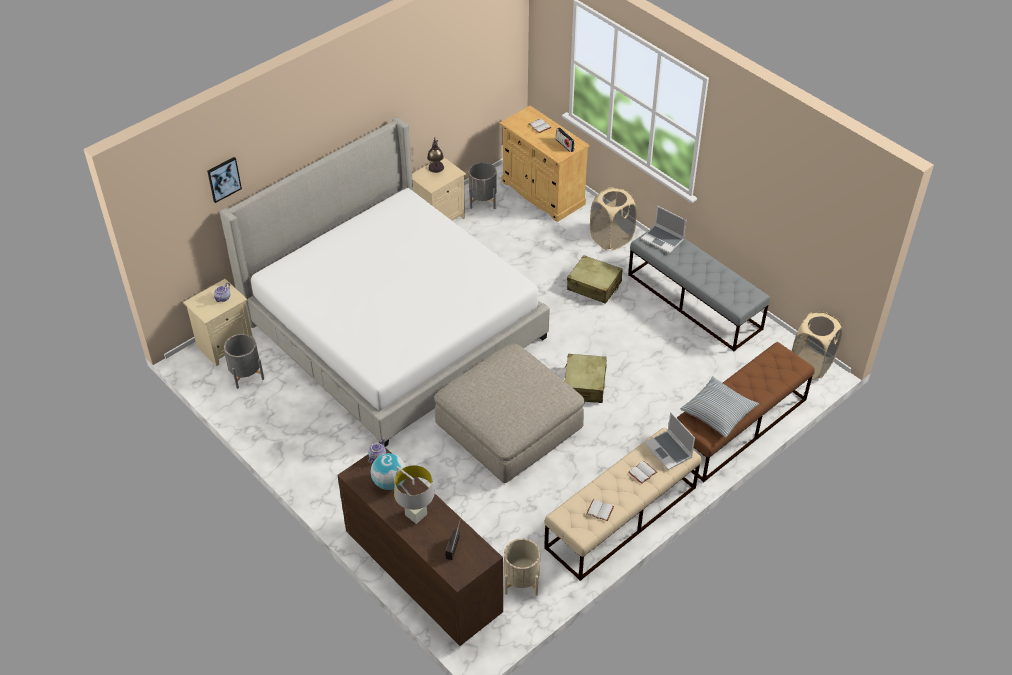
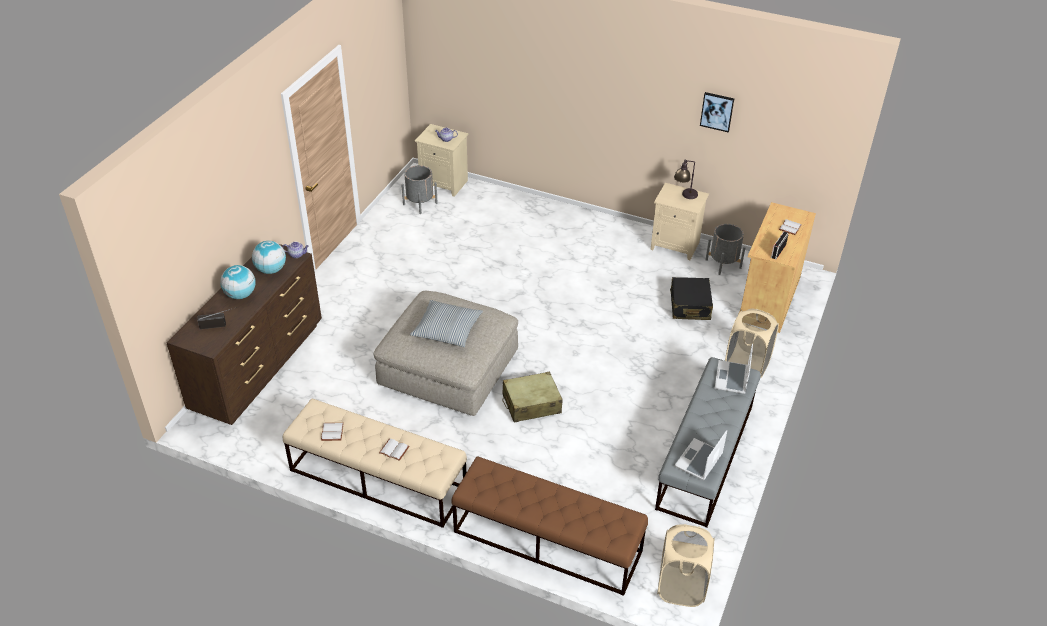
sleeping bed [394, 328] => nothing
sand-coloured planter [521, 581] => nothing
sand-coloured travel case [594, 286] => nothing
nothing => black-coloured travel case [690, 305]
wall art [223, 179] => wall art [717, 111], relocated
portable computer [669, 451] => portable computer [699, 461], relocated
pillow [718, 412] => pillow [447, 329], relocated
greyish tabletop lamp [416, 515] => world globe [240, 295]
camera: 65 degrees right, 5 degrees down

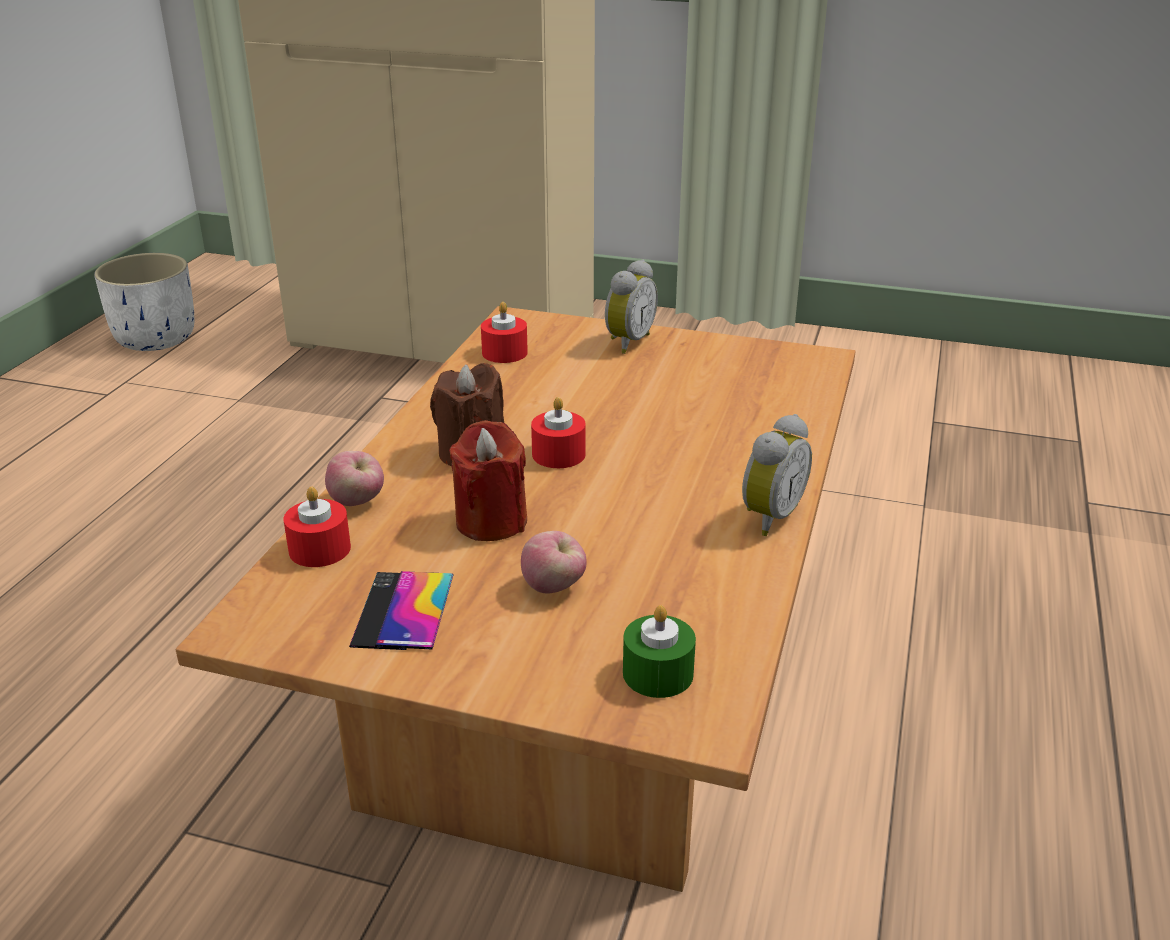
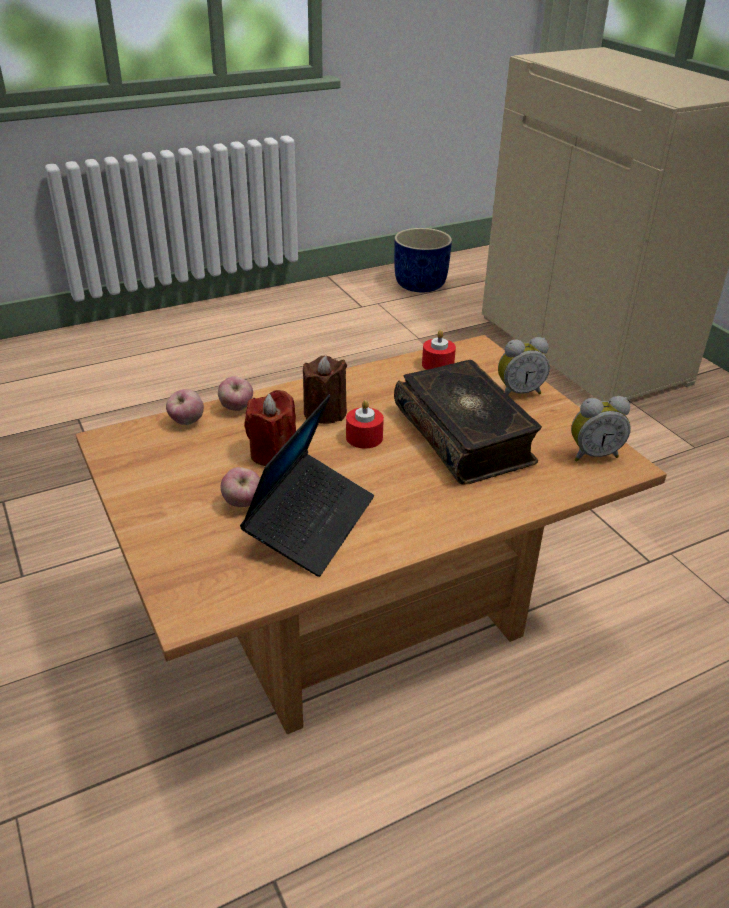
telephone [403, 610] => nothing
greenish wax candle [658, 673] => nothing
nothing => portable computer [311, 523]
nothing => book [465, 436]
bedside clock [768, 517] => bedside clock [593, 454], relocated
red wax candle [319, 549] => apple [187, 422]
whitish planter [156, 340] => blue planter [420, 285]
camera: 45 degrees right, 5 degrees up

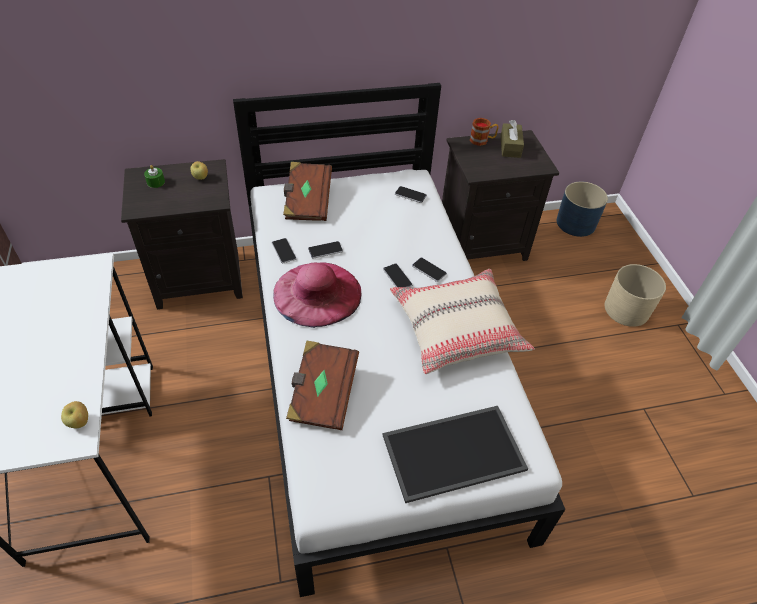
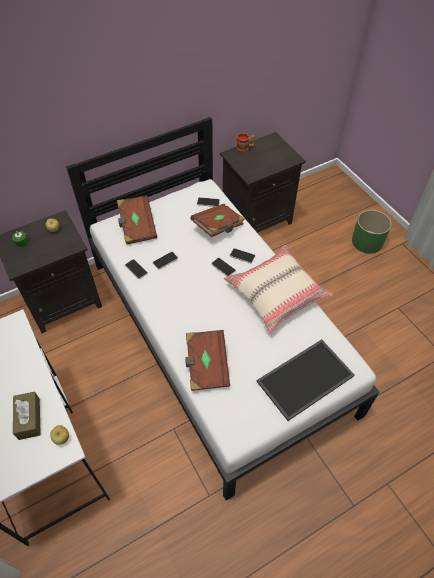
pinkish clothing hat [317, 293] => nothing
blue planter [576, 223] => nothing
nothing => brownish book [218, 227]
brownish tissue box [510, 147] => brownish tissue box [29, 419], relocated
sand-coloured planter [626, 309] => greenish planter [366, 242]
camera: 15 degrees left, 5 degrees up

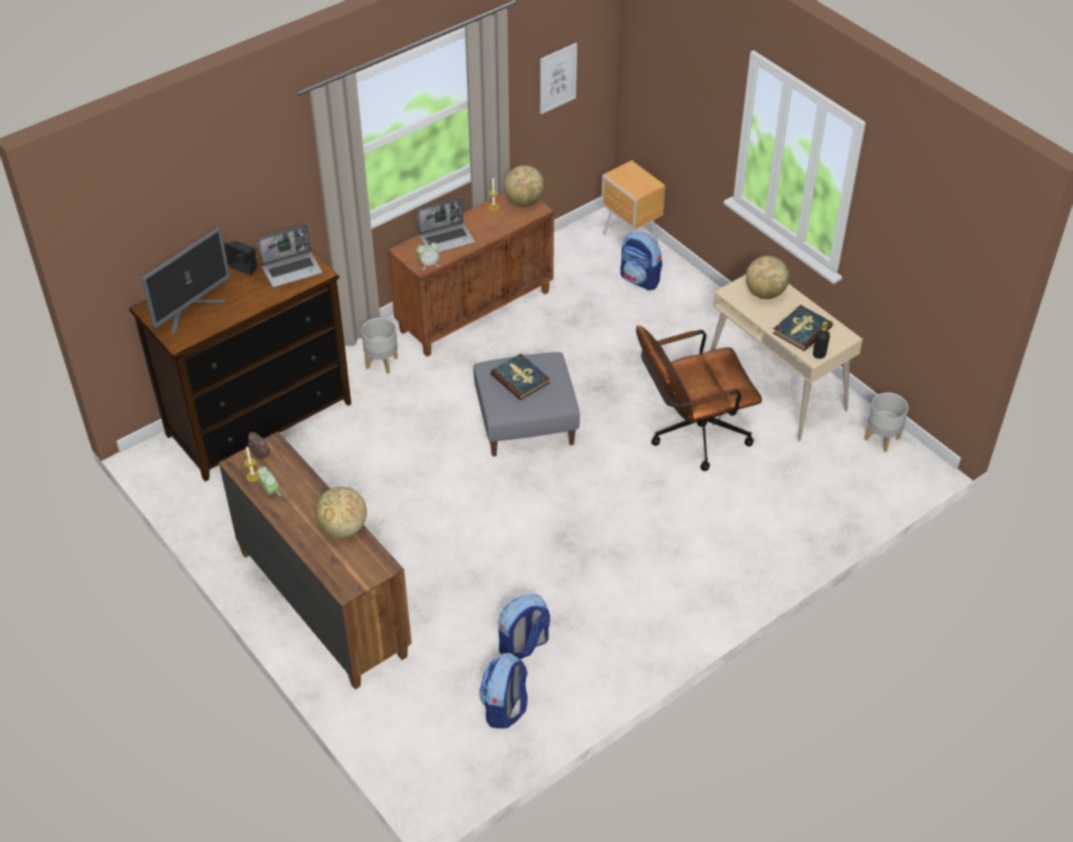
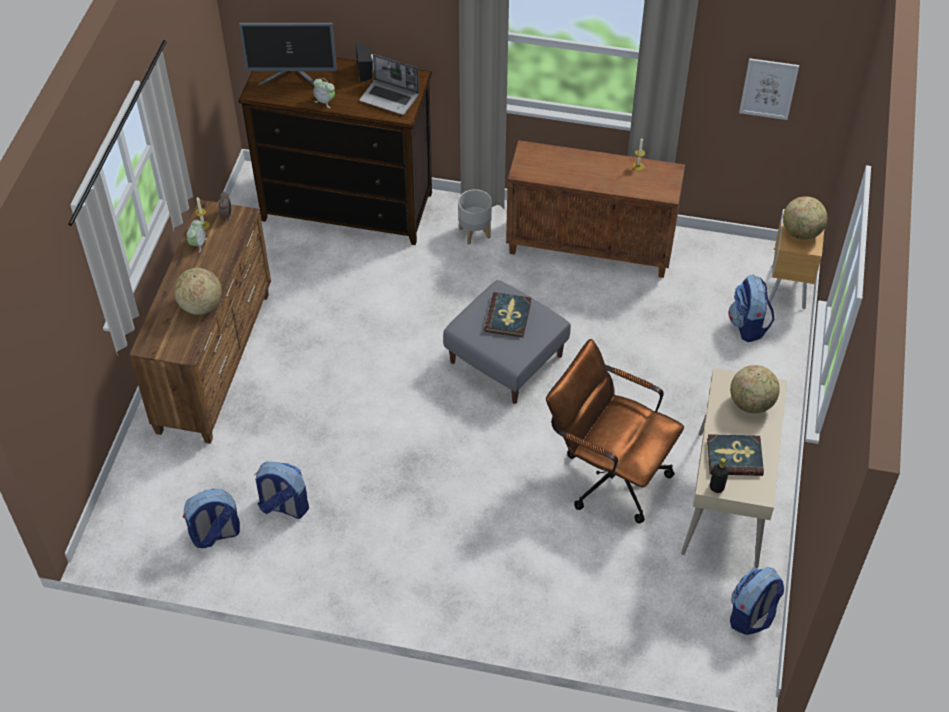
portable computer [447, 239] => nothing
bedside clock [429, 264] => bedside clock [325, 101], relocated
world globe [524, 202] => world globe [801, 233], relocated
greyish planter [882, 439] => backpack [751, 616]
camera: 50 degrees right, 5 degrees up

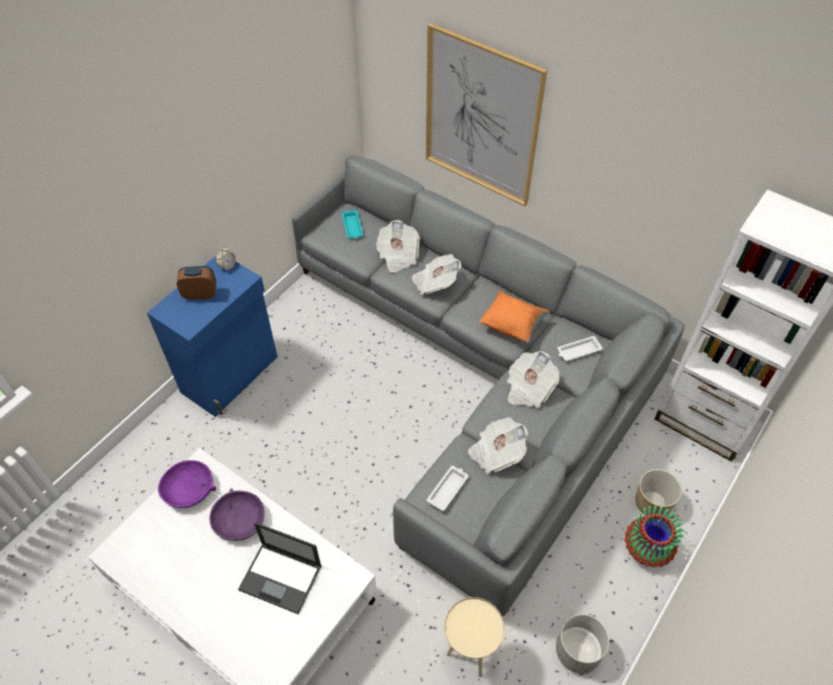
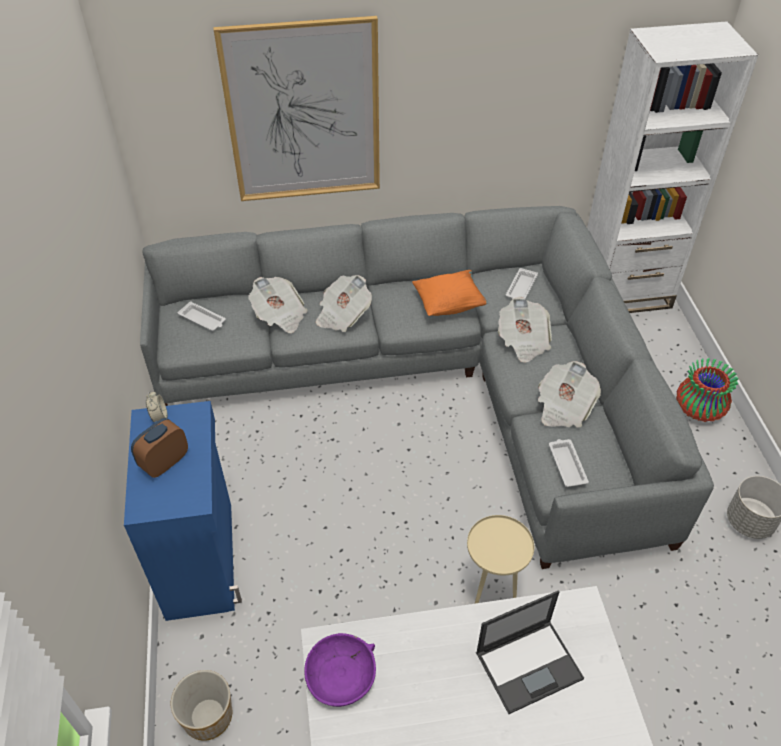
purplish serving bowl [239, 520] => nothing
sand-coloured end table [469, 655] => sand-coloured end table [491, 594], relocated
planter [653, 502] => planter [208, 715], relocated
blue-green carrying tray [352, 227] => whitish carrying tray [203, 319]
camera: 45 degrees left, 5 degrees down

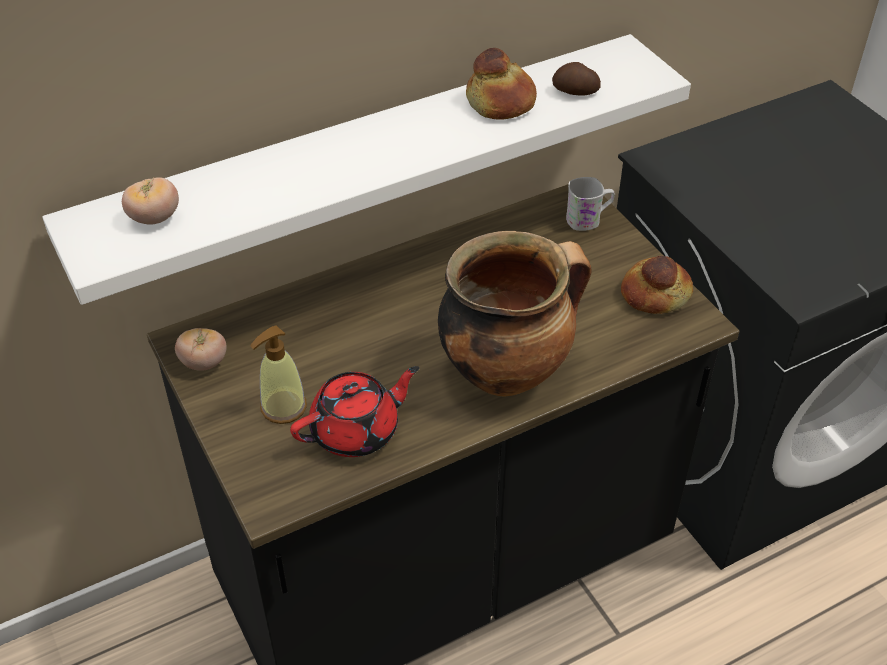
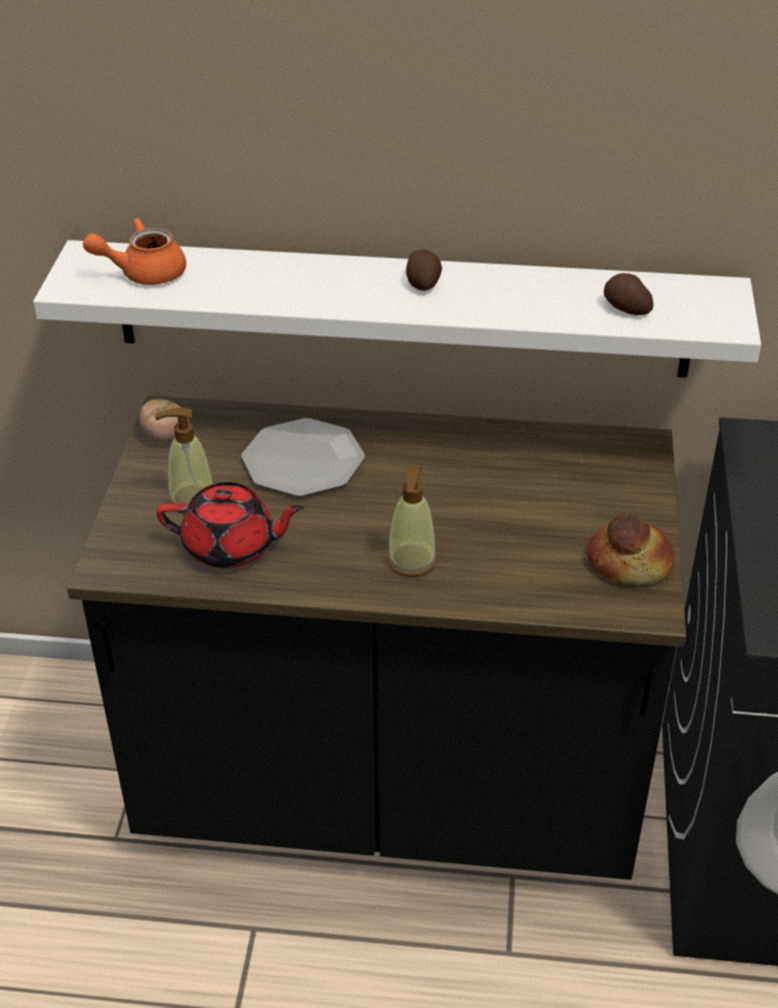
bread [501, 102] => nothing
whitish coffee mug [588, 219] => nothing
nothing => flat dish [303, 460]
nothing => spud [423, 282]
whole tomato [154, 218] => orange-coloured tea pot [143, 272]
cooking pot [506, 370] => soap dispenser [411, 561]
camera: 35 degrees right, 5 degrees down

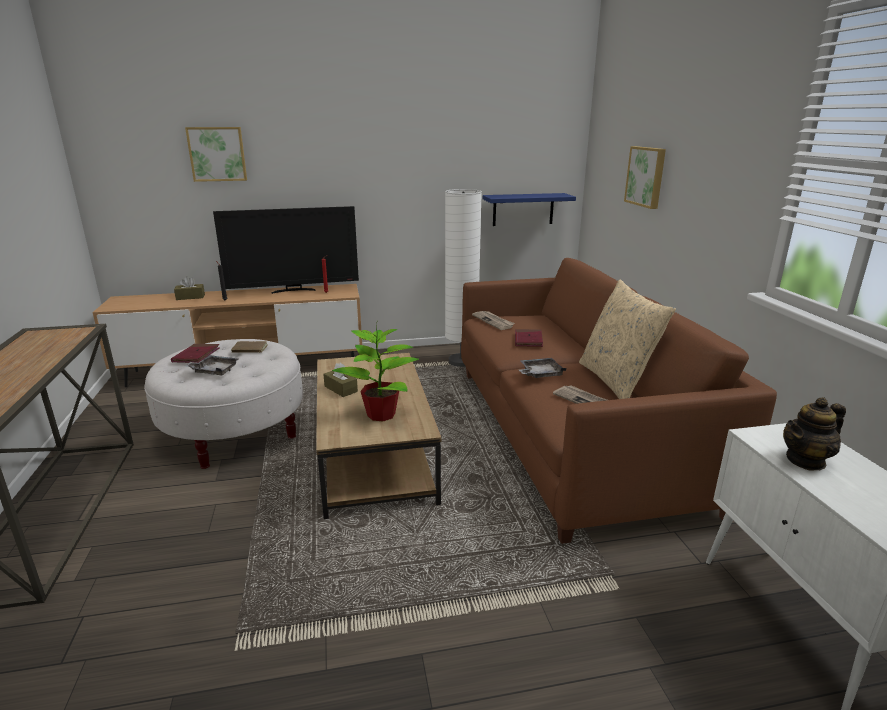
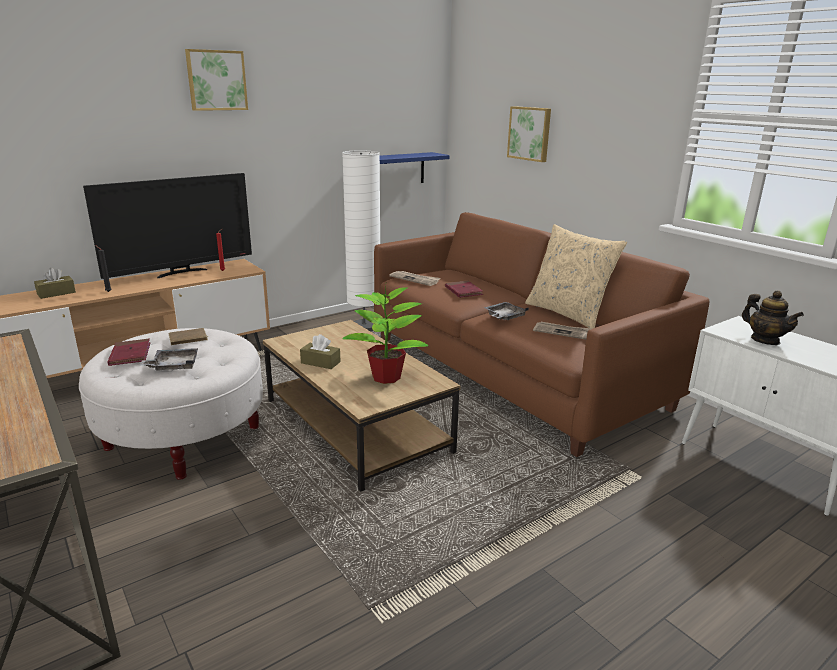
wall art [217, 154] => wall art [216, 80], relocated
tea pot [806, 460] => tea pot [765, 340], 75 degrees counterclockwise
camera: 25 degrees left, 0 degrees up

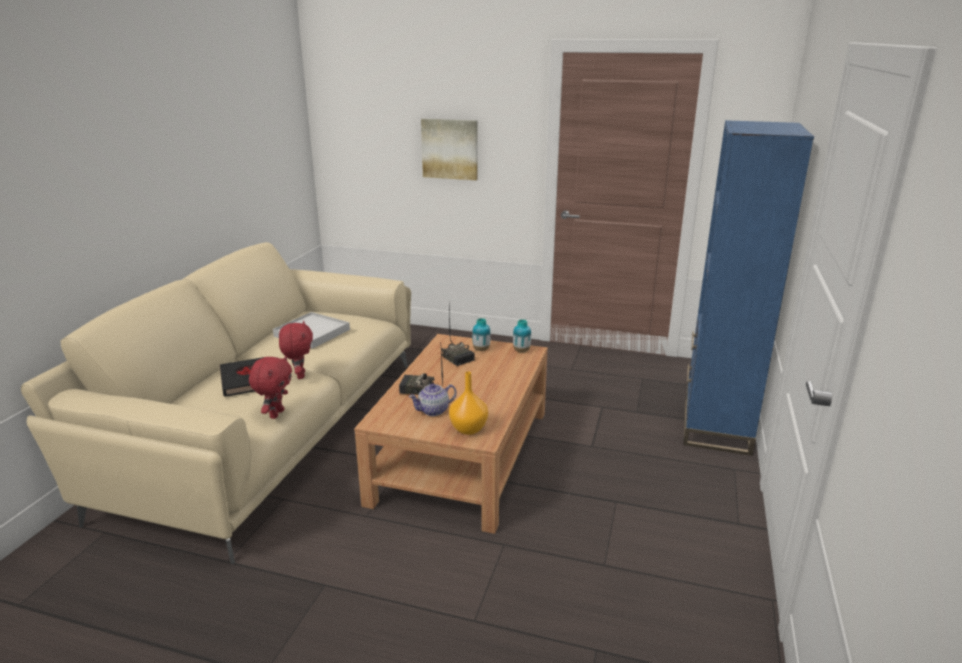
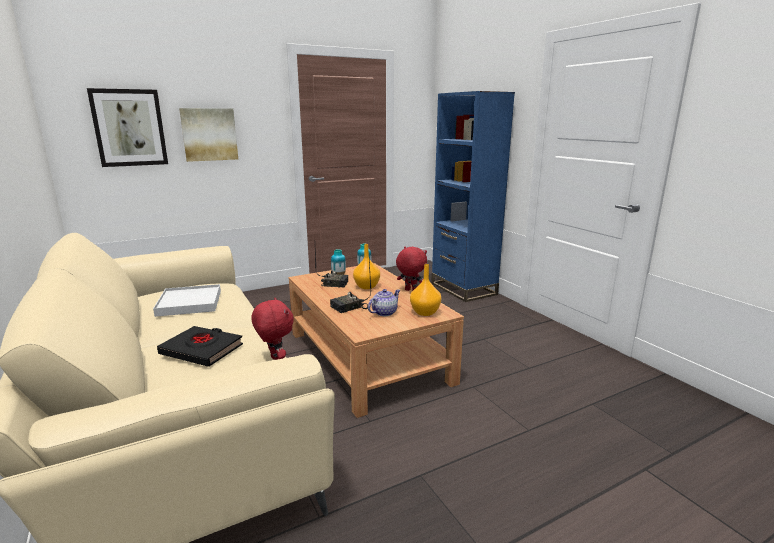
nothing => wall art [129, 128]
nothing => orange-coloured vase [366, 286]
red plush toy [299, 375] => red plush toy [410, 291], relocated
tea pot [434, 410] => tea pot [384, 313], 150 degrees counterclockwise
camera: 45 degrees left, 5 degrees down

